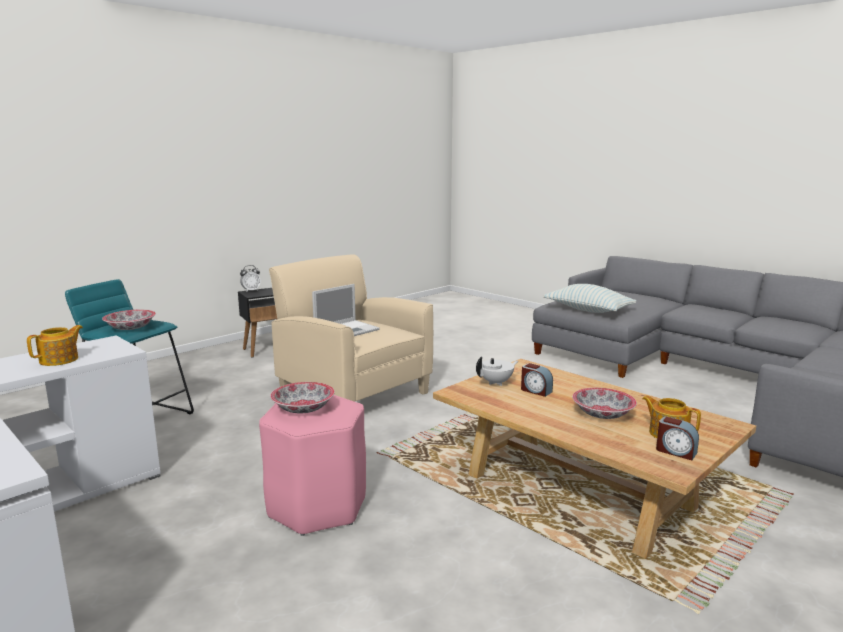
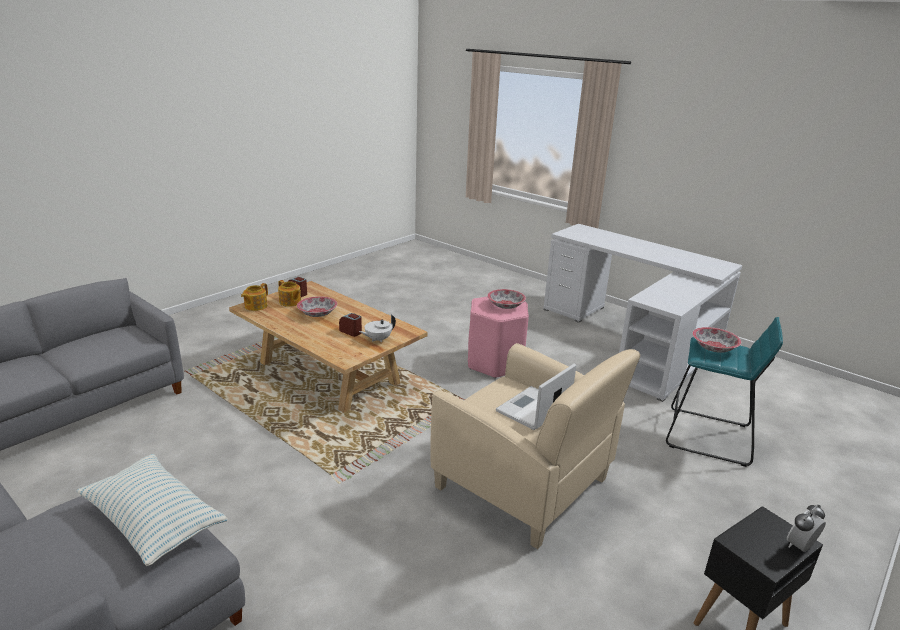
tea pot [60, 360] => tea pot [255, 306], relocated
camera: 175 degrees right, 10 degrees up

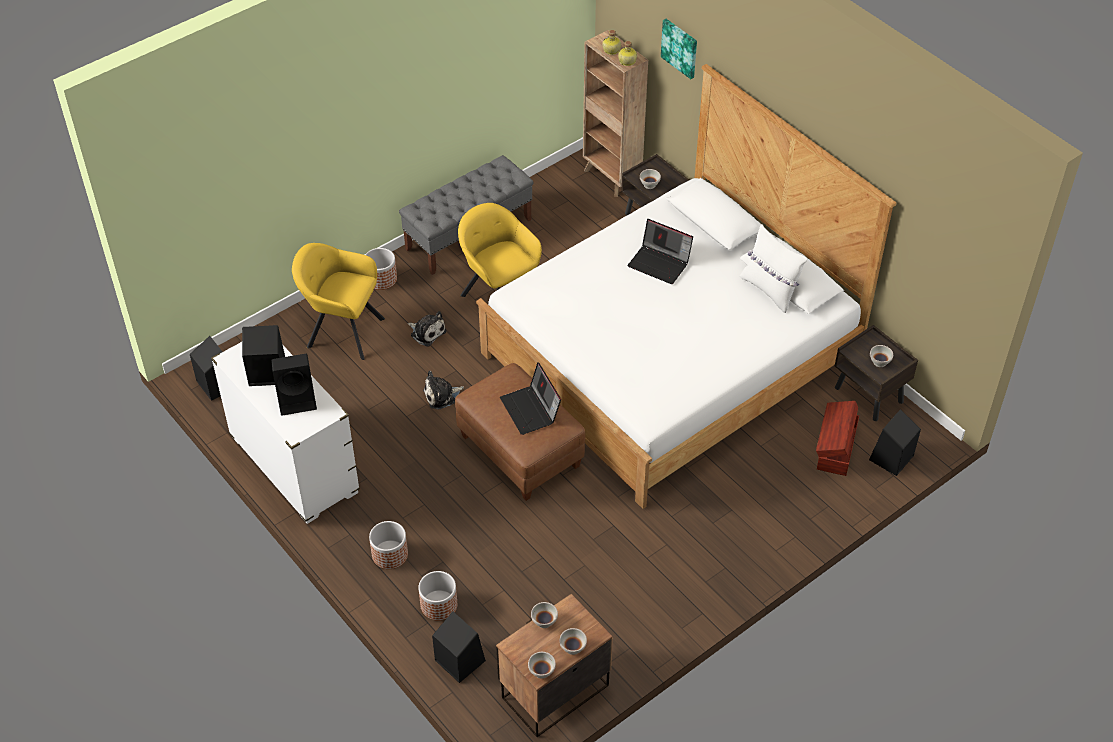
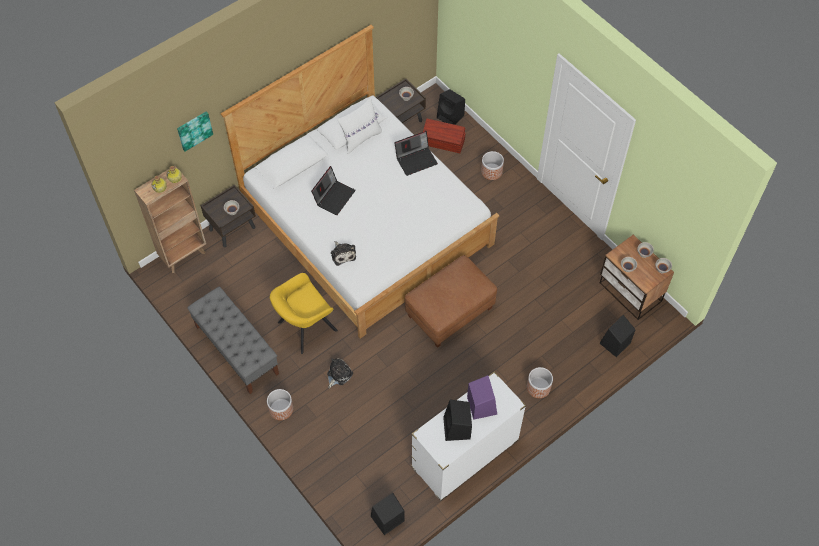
yellowish easy chair [342, 331] => nothing
planter [439, 605] => planter [491, 171], relocated
plush toy [442, 396] => plush toy [343, 254], relocated
portable computer [531, 410] => portable computer [416, 159], relocated
black-coloured speaker [298, 399] => purplish speaker [481, 405]
camera: 90 degrees left, 10 degrees up

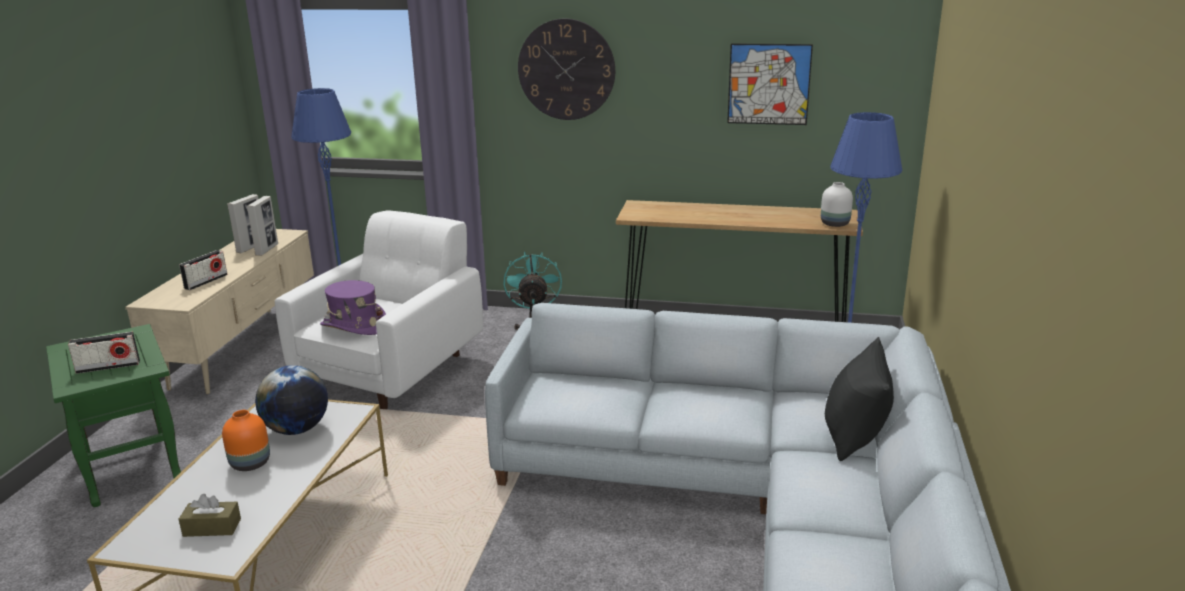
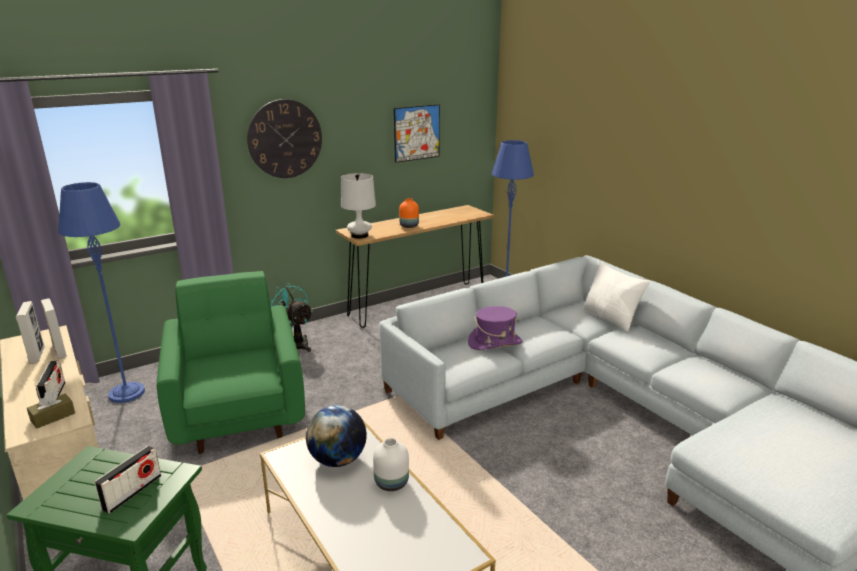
nothing => whitish tabletop lamp [359, 235]
brownish tissue box [212, 527] => brownish tissue box [53, 417], relocated
orange-coloured vase [249, 463] => orange-coloured vase [408, 226], relocated
purplish clothing hat [354, 326] => purplish clothing hat [495, 343], relocated
whitish vase [835, 224] => whitish vase [392, 482], relocated
whitish easy chair [393, 370] => greenish easy chair [238, 410]
black-coloured pillow [854, 436] => whitish pillow [611, 318]
camera: 45 degrees left, 0 degrees up

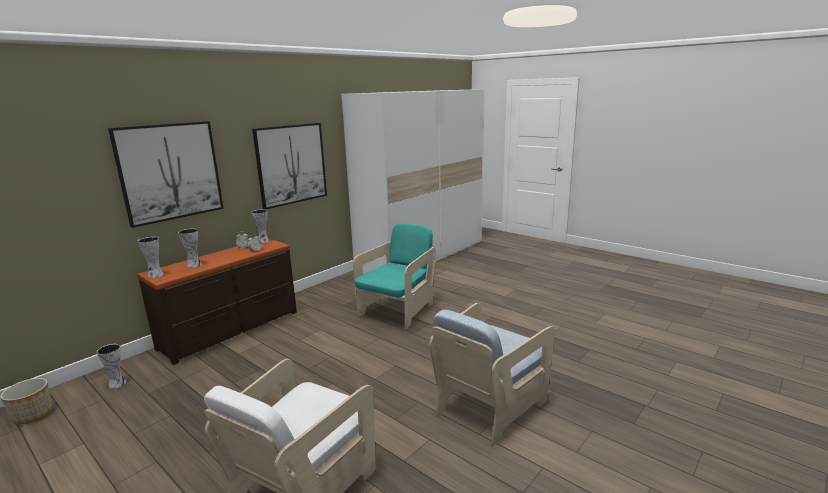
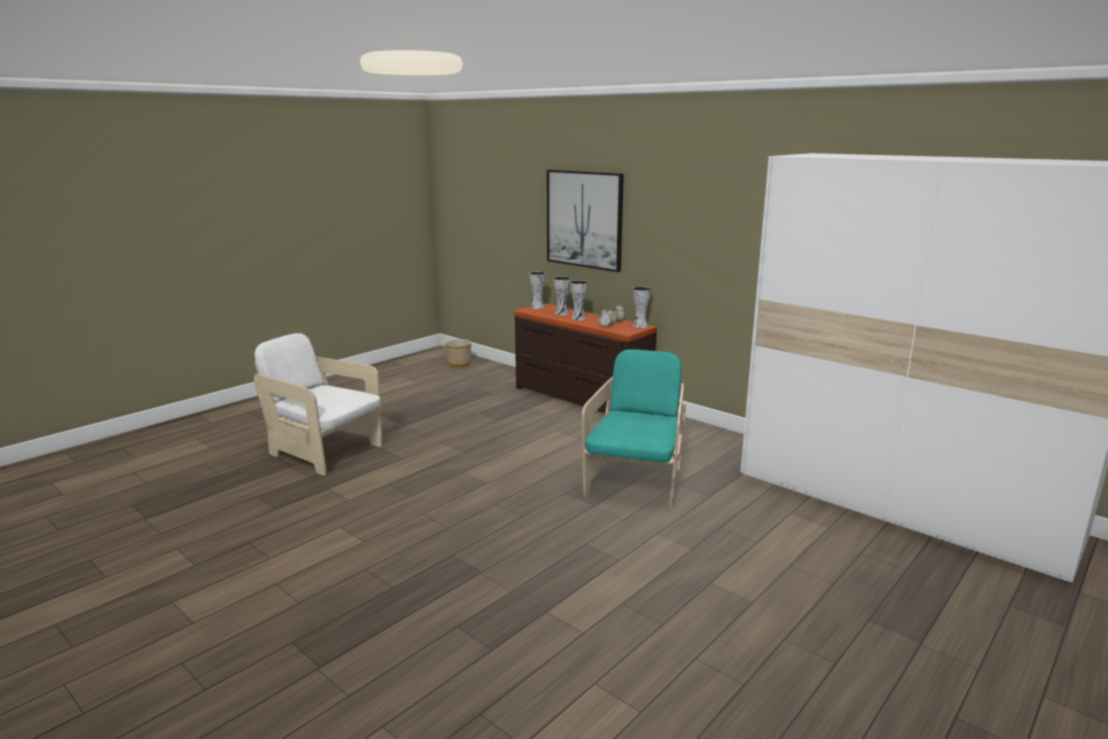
wall art [291, 164] => nothing
sand-coloured easy chair [489, 406] => nothing
vase [117, 383] => vase [579, 318], relocated
blue-green easy chair [398, 310] => blue-green easy chair [635, 482], 105 degrees counterclockwise
camera: 90 degrees right, 0 degrees up

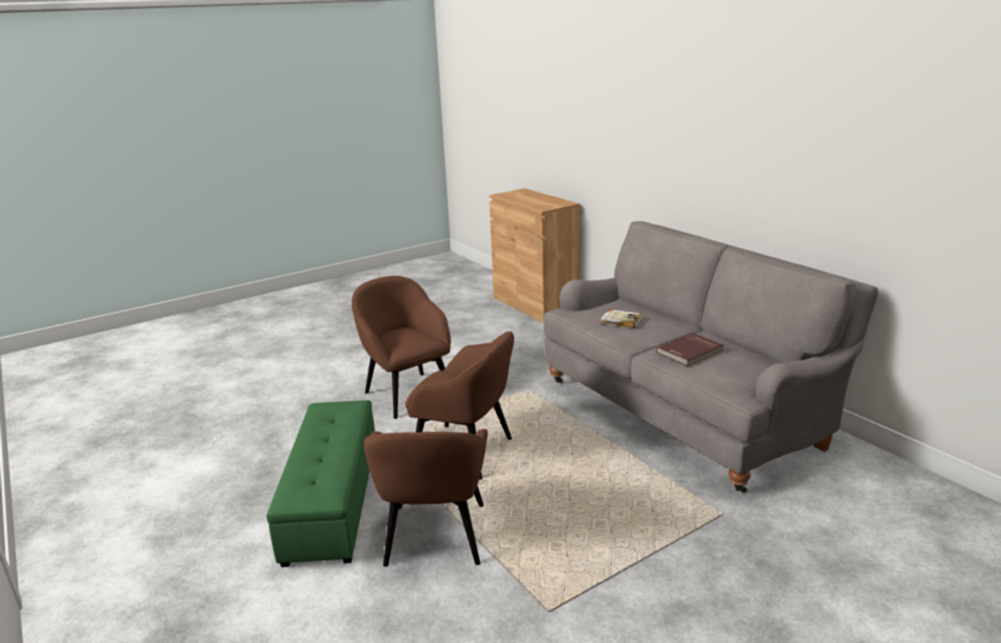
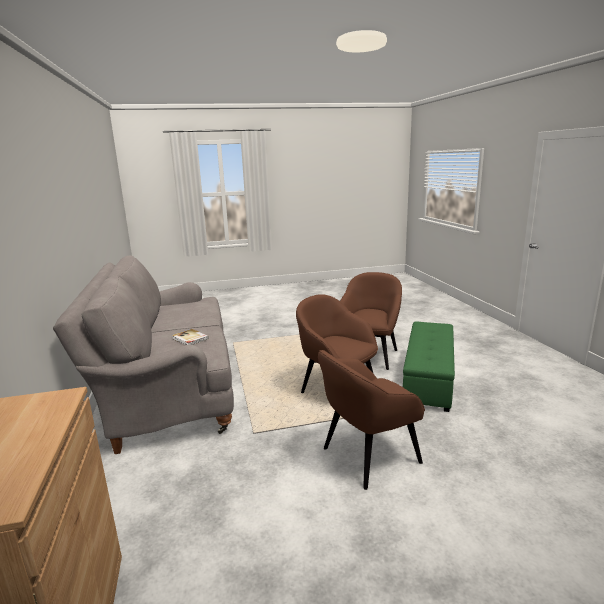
red book [690, 352] => nothing
brownish easy chair [408, 393] => brownish easy chair [369, 456], 75 degrees clockwise
camera: 160 degrees left, 5 degrees down

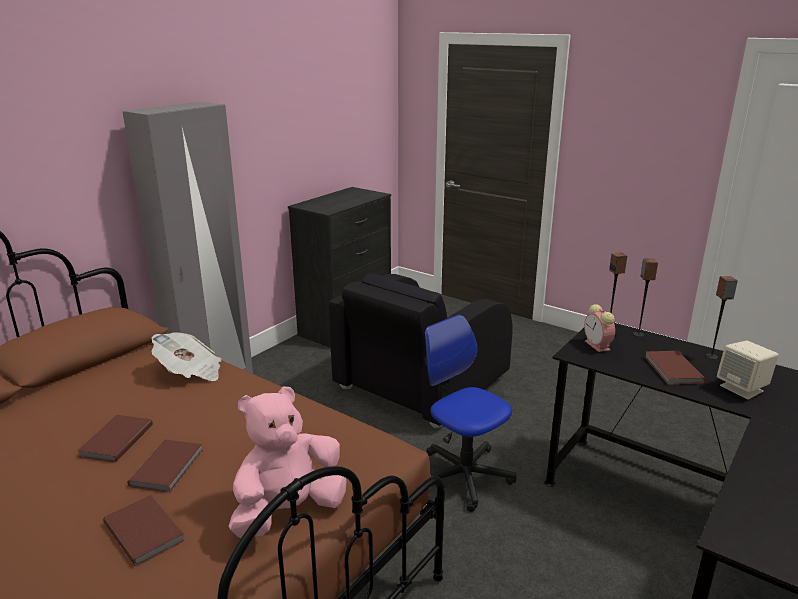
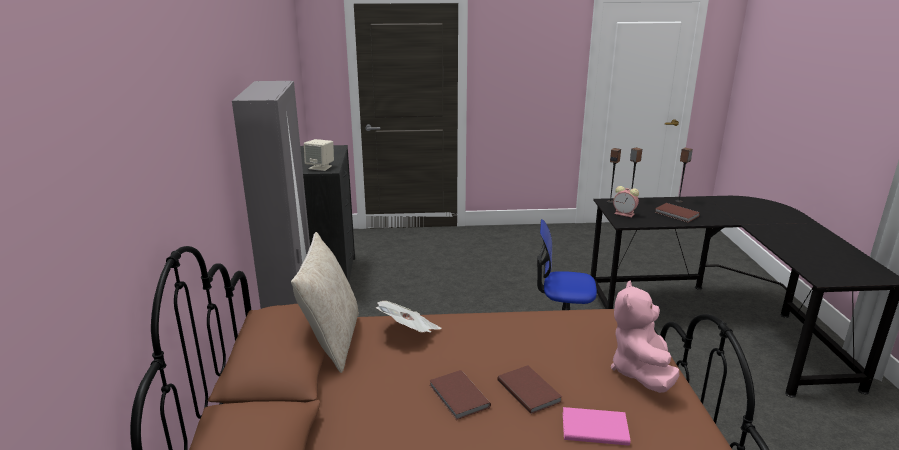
black-coloured easy chair [421, 382] => nothing
nothing => sand-coloured pillow [331, 341]
sand-coloured speaker [742, 388] => sand-coloured speaker [320, 167], relocated
brownish book [145, 530] => pinkish book [593, 427]
camera: 40 degrees left, 0 degrees up

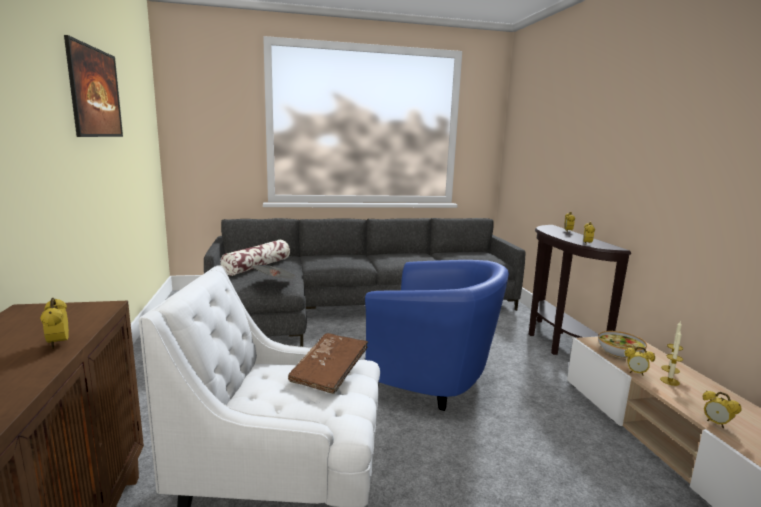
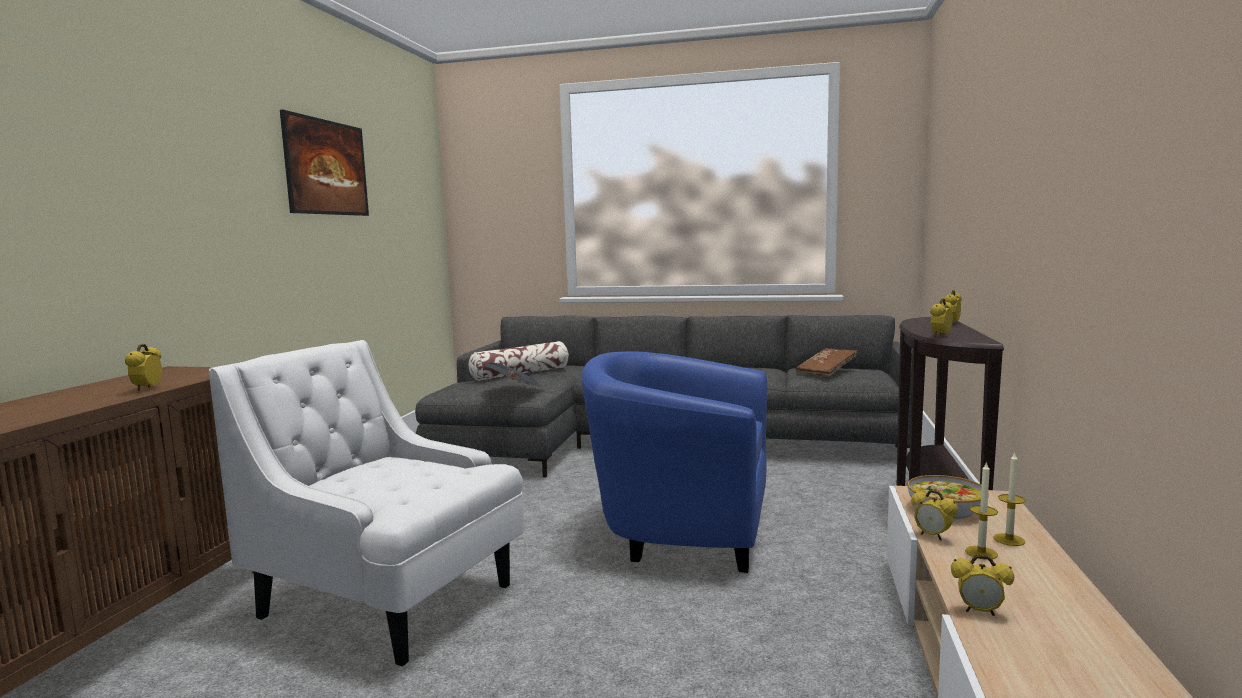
brownish book [329, 373] => brownish book [826, 372], relocated
blue easy chair [434, 379] => blue easy chair [680, 530], 150 degrees clockwise
bedside clock [716, 423] => bedside clock [979, 611], 60 degrees counterclockwise
camera: 25 degrees right, 5 degrees down

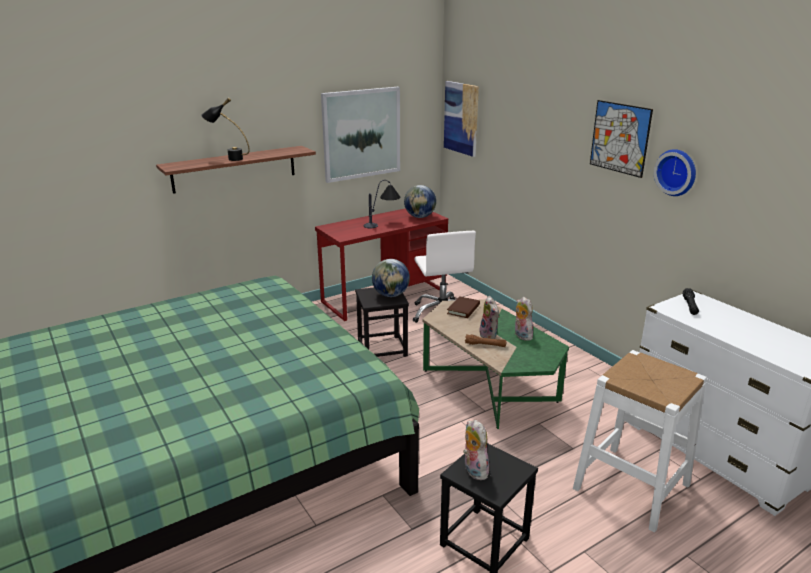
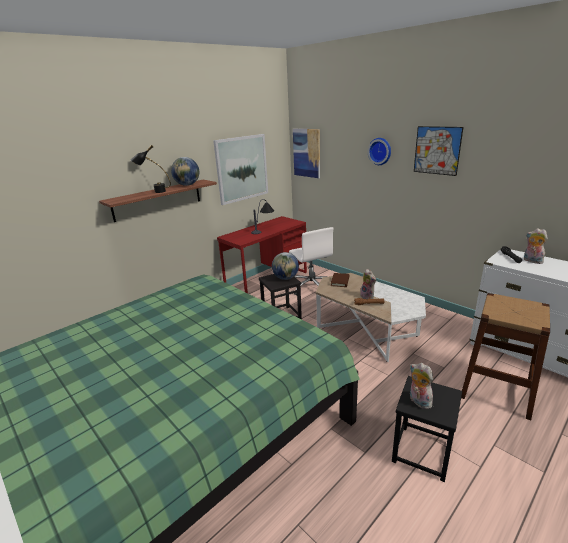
world globe [420, 217] => world globe [187, 185], relocated
plush toy [521, 335] => plush toy [531, 261], relocated
clock on the wall [677, 172] => clock on the wall [380, 151], relocated
greenish low table [488, 386] => whitish low table [366, 332]
whitish sitting stool [631, 486] => brownish sitting stool [497, 388]
camera: 10 degrees left, 0 degrees up

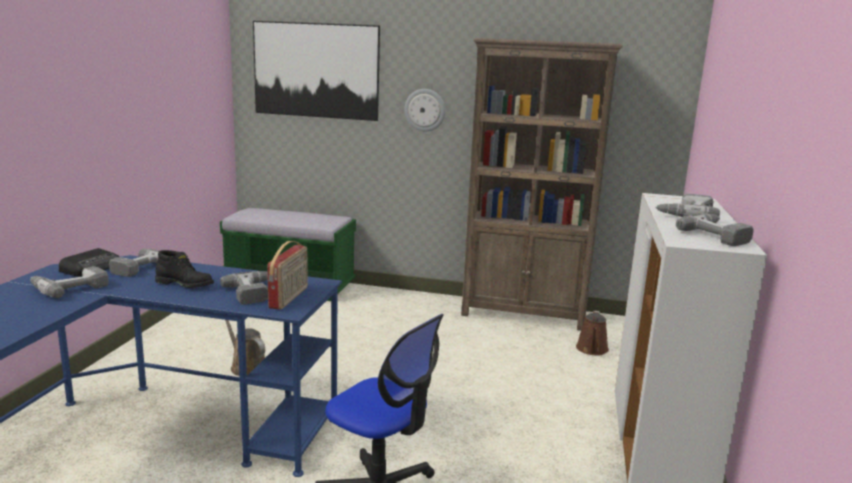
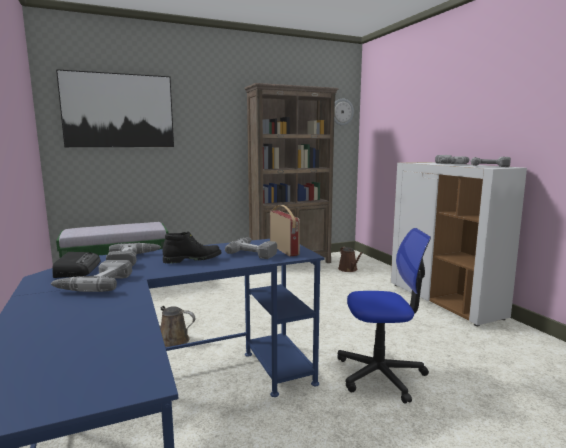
clock on the wall [425, 110] => clock on the wall [342, 112], relocated
camera: 35 degrees left, 5 degrees down

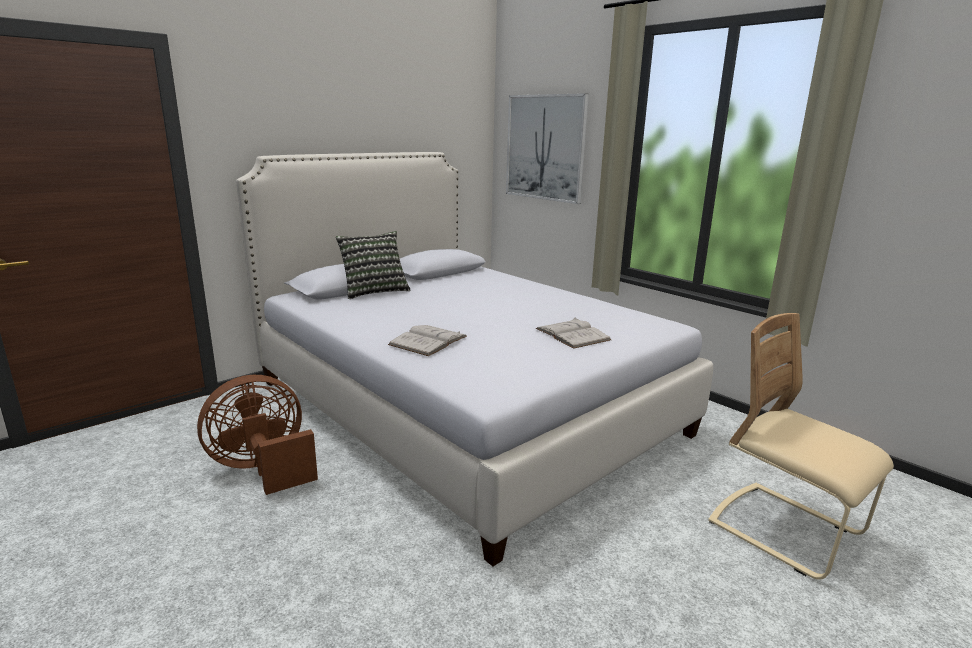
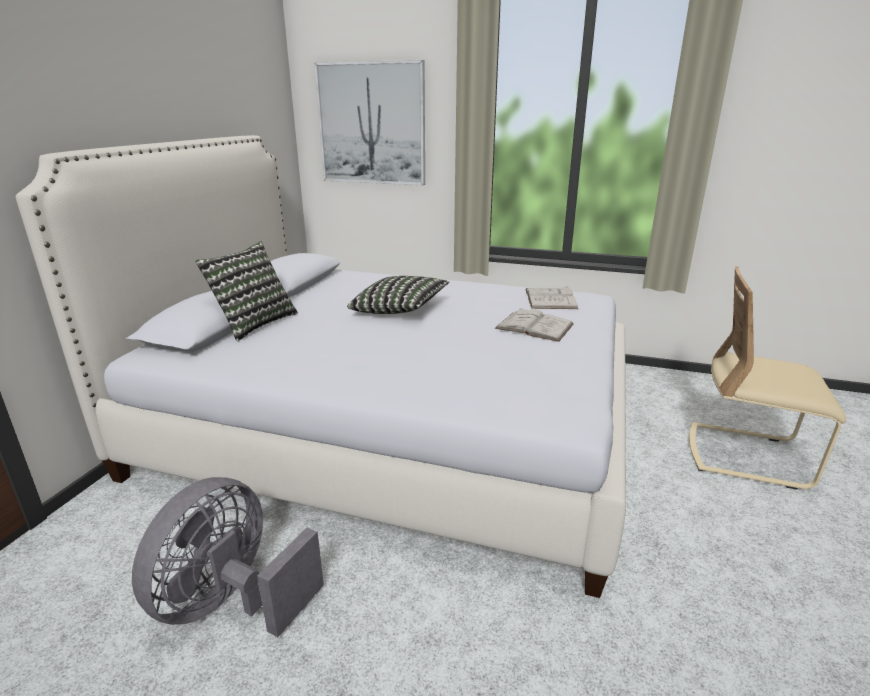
nothing => pillow [400, 310]
whitish book [428, 340] => whitish book [550, 299], relocated
brownish cooling fan [263, 469] => greyish cooling fan [232, 602]
camera: 30 degrees left, 5 degrees up

